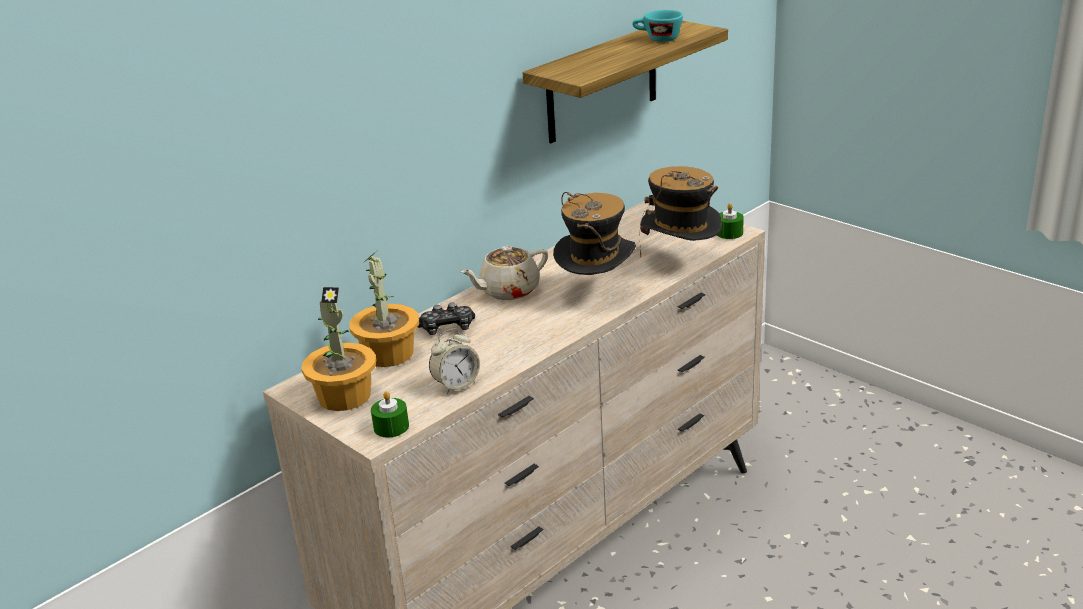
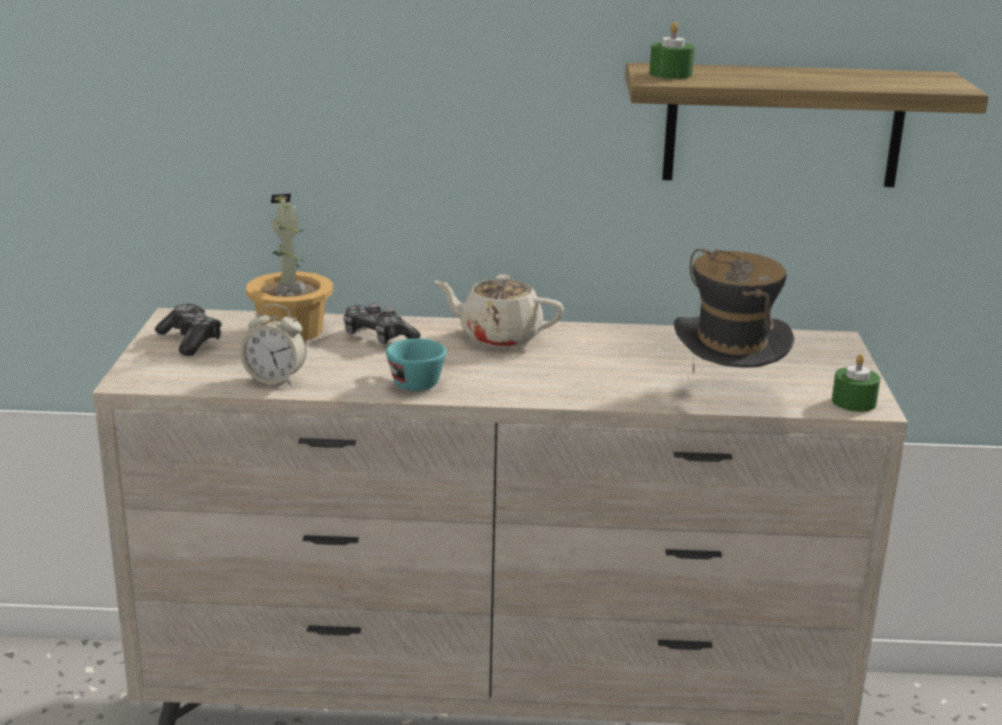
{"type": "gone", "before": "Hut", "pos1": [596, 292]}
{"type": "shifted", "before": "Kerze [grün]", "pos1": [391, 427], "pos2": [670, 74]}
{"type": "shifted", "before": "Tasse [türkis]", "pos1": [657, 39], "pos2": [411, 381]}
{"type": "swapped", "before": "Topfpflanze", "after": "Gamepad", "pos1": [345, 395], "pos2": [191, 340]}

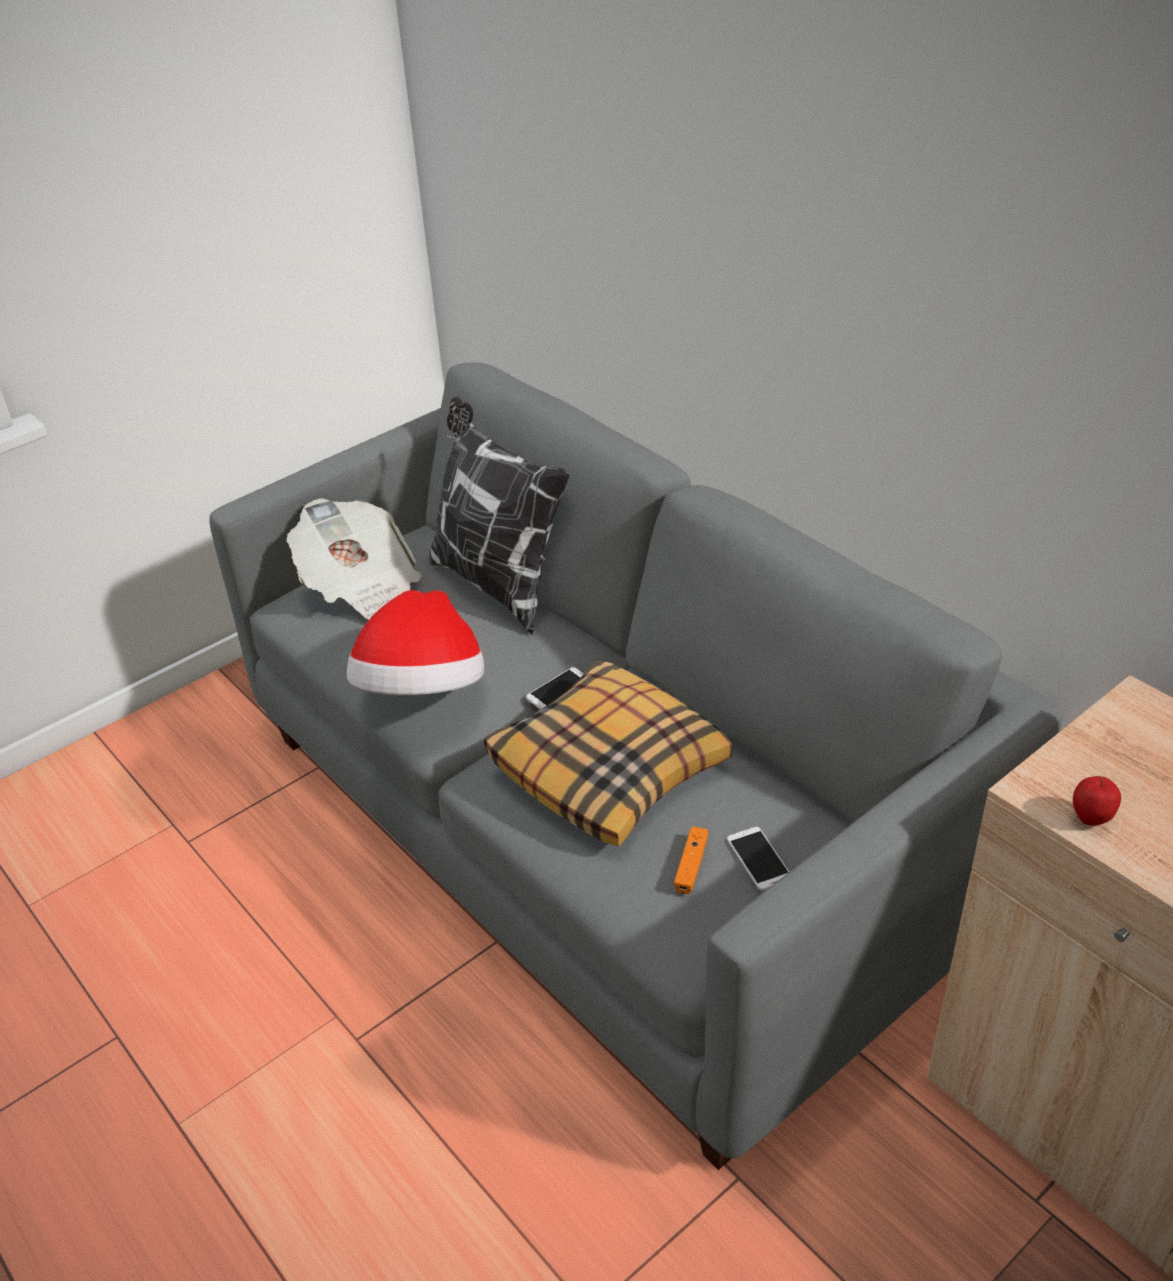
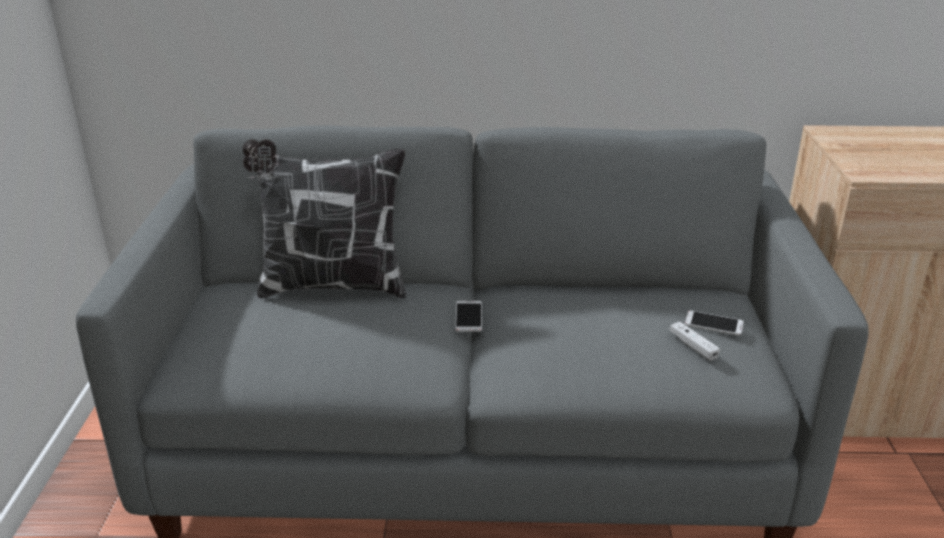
{"type": "gone", "before": "Zeitung", "pos1": [360, 586]}
{"type": "gone", "before": "Hut", "pos1": [422, 692]}
{"type": "gone", "before": "Kissen", "pos1": [610, 768]}
{"type": "gone", "before": "Apfel", "pos1": [1090, 820]}
{"type": "repainted", "before": "Gamepad [orange]", "after": "Gamepad [weiß]", "pos1": [691, 865], "pos2": [693, 346]}

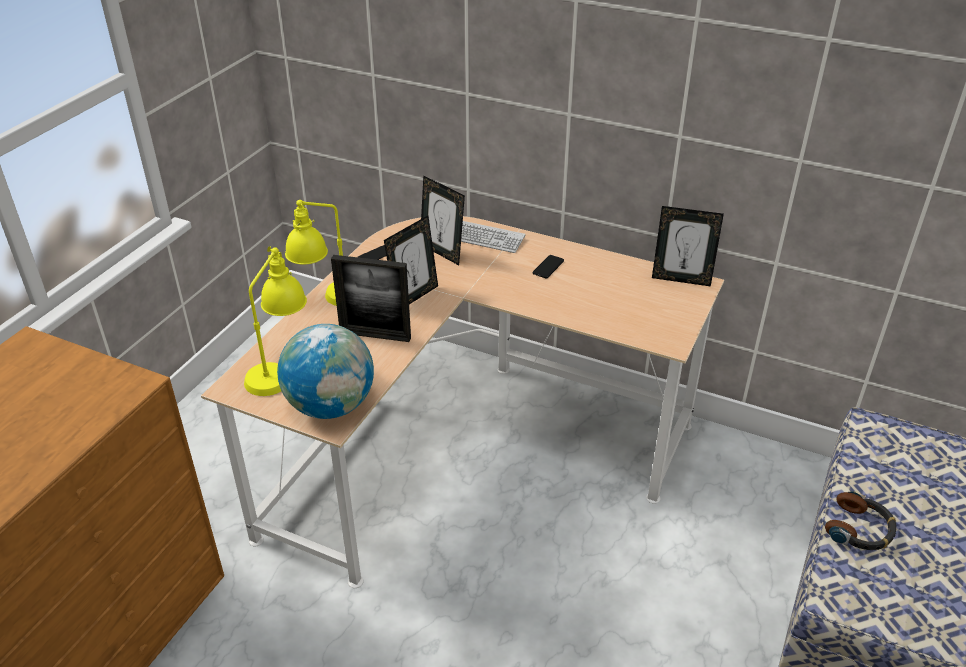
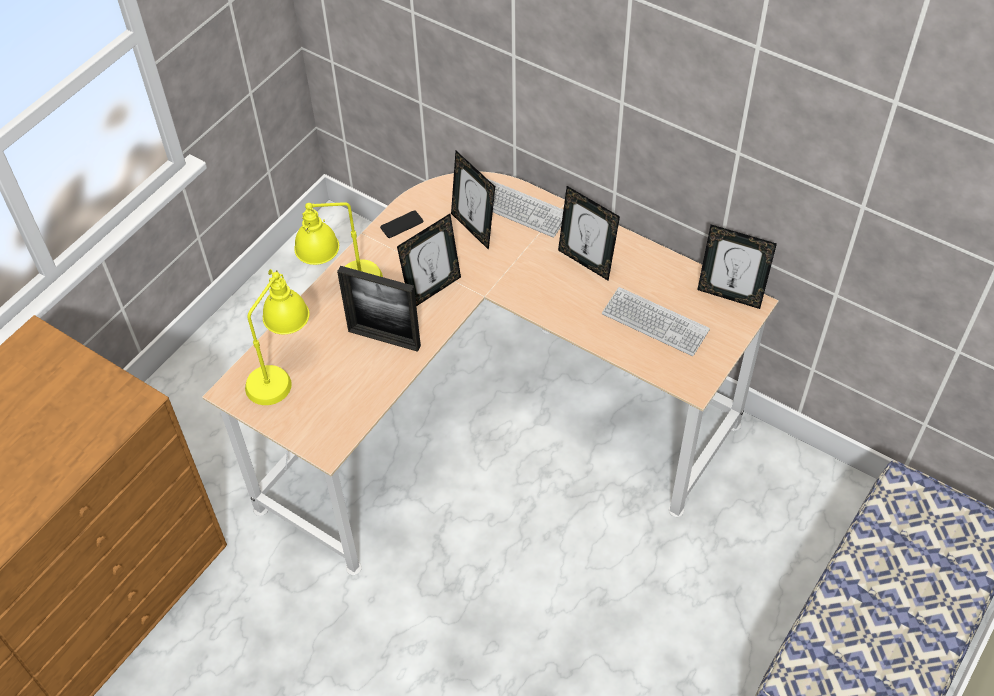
{"type": "gone", "before": "Globus", "pos1": [331, 406]}
{"type": "gone", "before": "Kopfhörer", "pos1": [860, 529]}
{"type": "new", "after": "Tastatur", "pos2": [655, 323]}
{"type": "swapped", "before": "Handy", "after": "Bilderrahmen", "pos1": [548, 267], "pos2": [586, 262]}

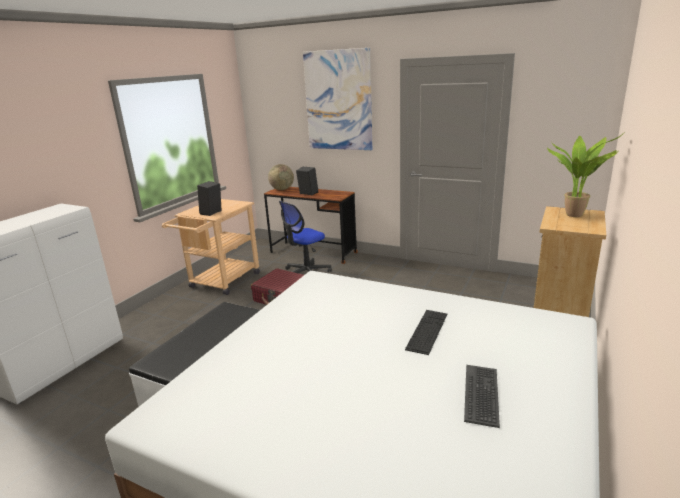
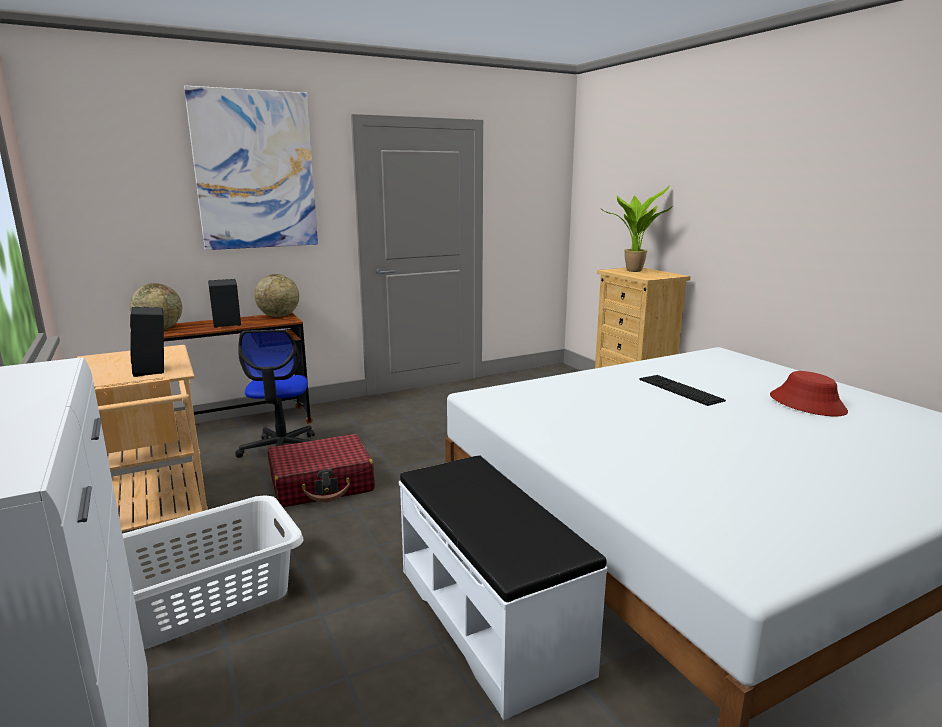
{"type": "new", "after": "Wäschekorb [weiß]", "pos2": [206, 598]}
{"type": "new", "after": "Globus", "pos2": [279, 316]}
{"type": "swapped", "before": "Tastatur", "after": "Hut [rot]", "pos1": [482, 395], "pos2": [807, 404]}

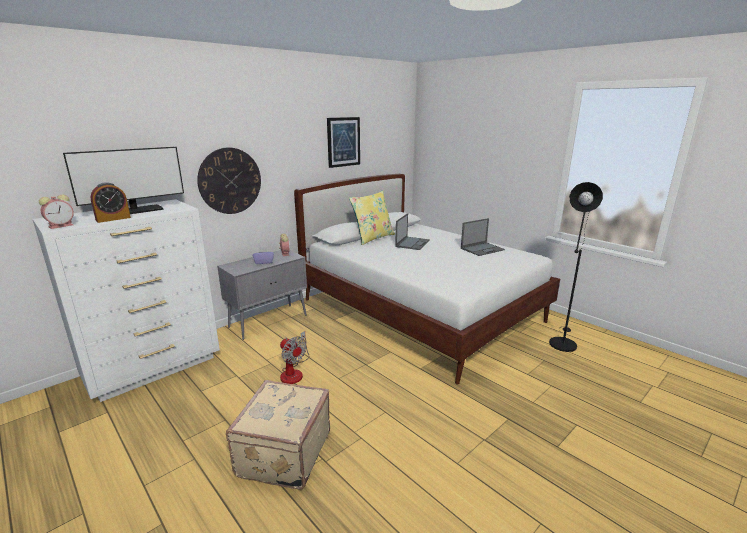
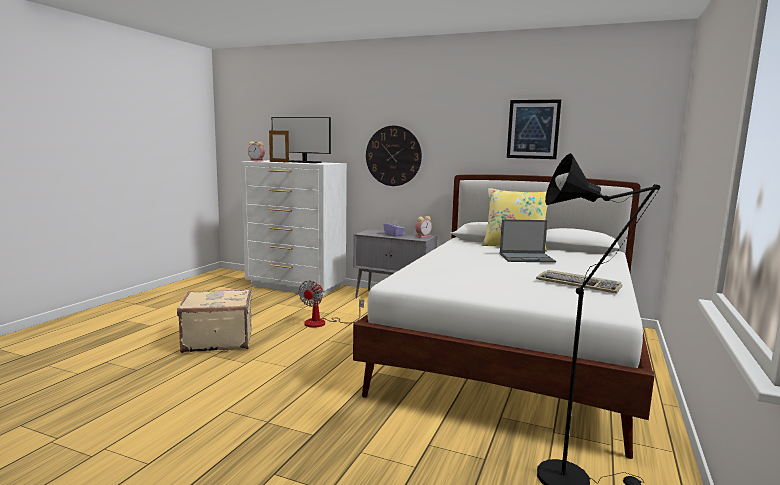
{"type": "swapped", "before": "Wecker", "after": "Bilderrahmen", "pos1": [113, 219], "pos2": [279, 162]}
{"type": "swapped", "before": "Laptop", "after": "Tastatur", "pos1": [482, 249], "pos2": [579, 284]}

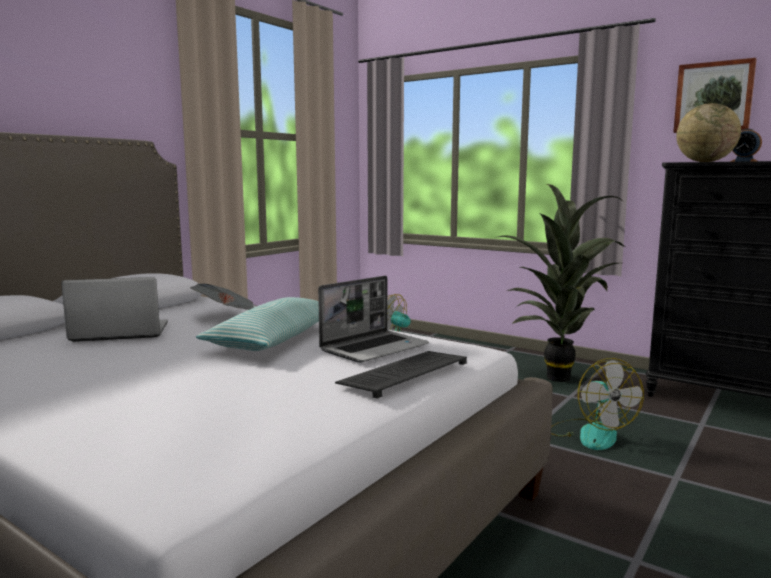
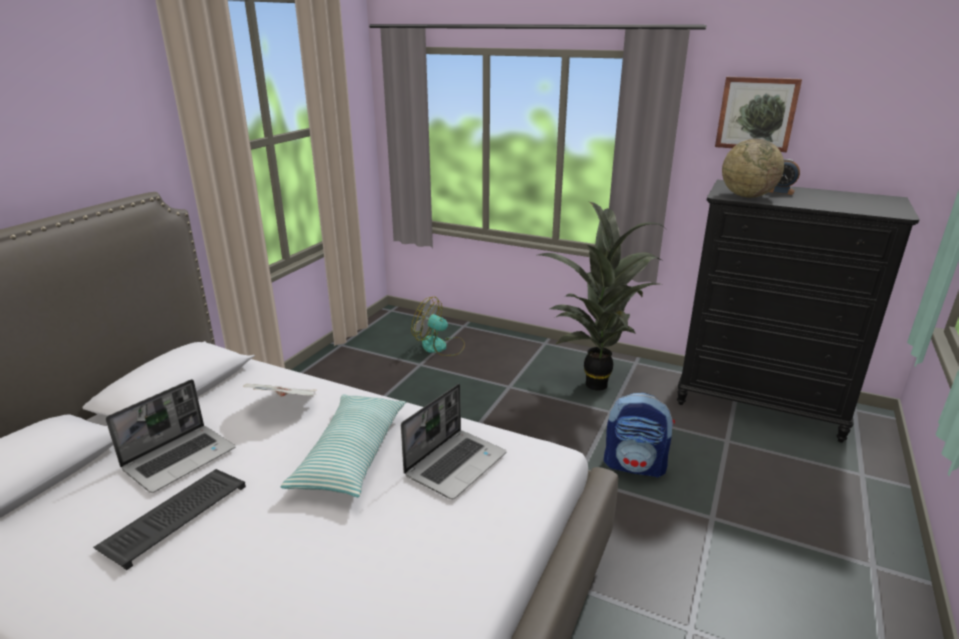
{"type": "shifted", "before": "Tastatur", "pos1": [404, 374], "pos2": [175, 515]}
{"type": "swapped", "before": "Ventilator", "after": "Rucksack", "pos1": [590, 434], "pos2": [635, 465]}
{"type": "rotated", "before": "Laptop", "pos1": [119, 333], "pos2": [180, 458], "turn": 150}

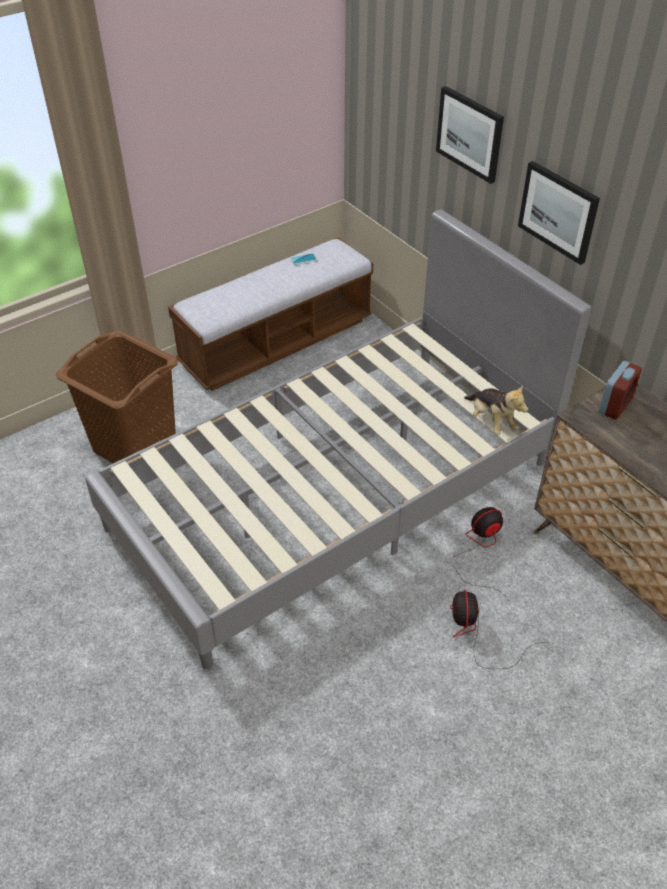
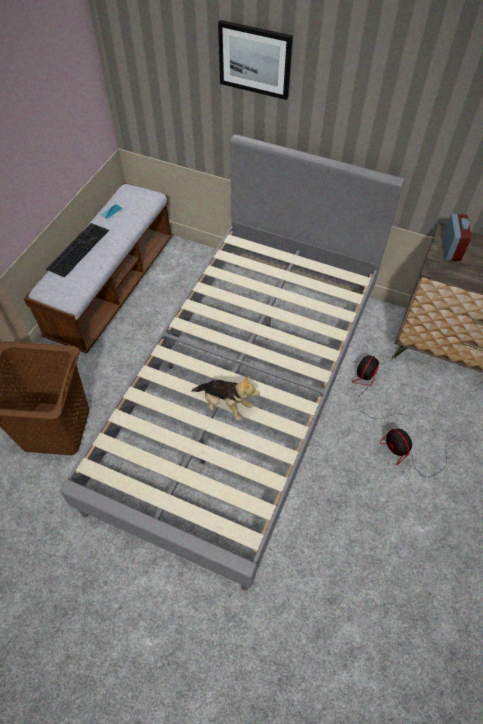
{"type": "gone", "before": "Bild", "pos1": [558, 211]}
{"type": "new", "after": "Tastatur", "pos2": [77, 248]}
{"type": "shifted", "before": "Plüschtier", "pos1": [491, 421], "pos2": [225, 404]}

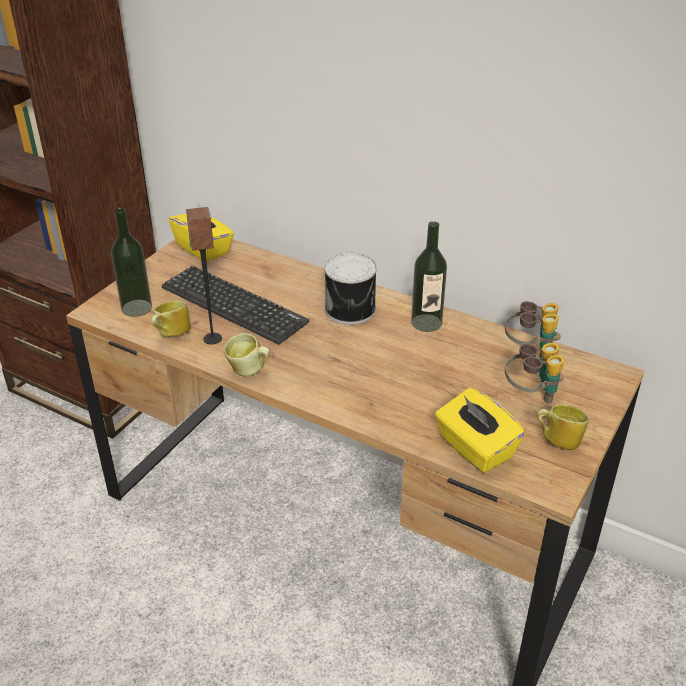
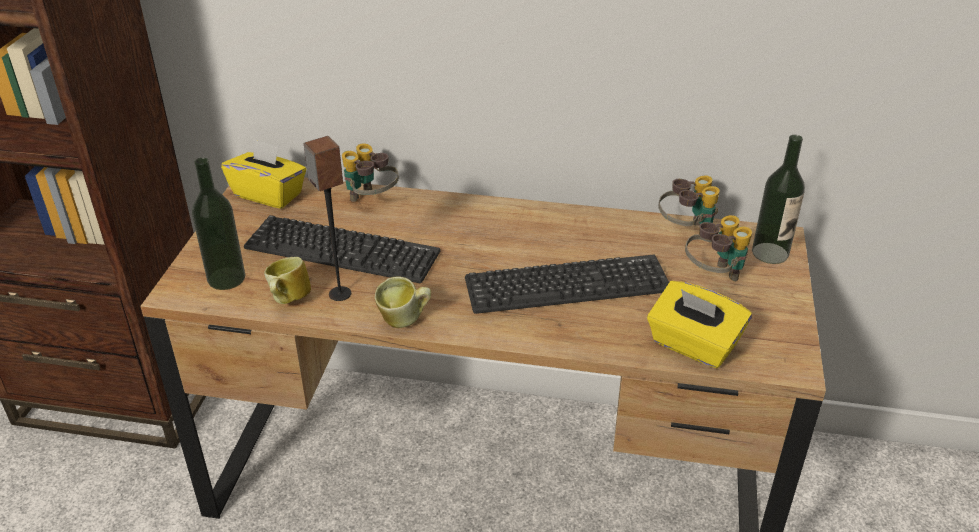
{"type": "gone", "before": "Dose", "pos1": [351, 309]}
{"type": "gone", "before": "Henkelbecher", "pos1": [557, 441]}
{"type": "new", "after": "Fernglas", "pos2": [371, 201]}
{"type": "new", "after": "Tastatur", "pos2": [567, 285]}
{"type": "shifted", "before": "Flasche", "pos1": [426, 323], "pos2": [770, 253]}

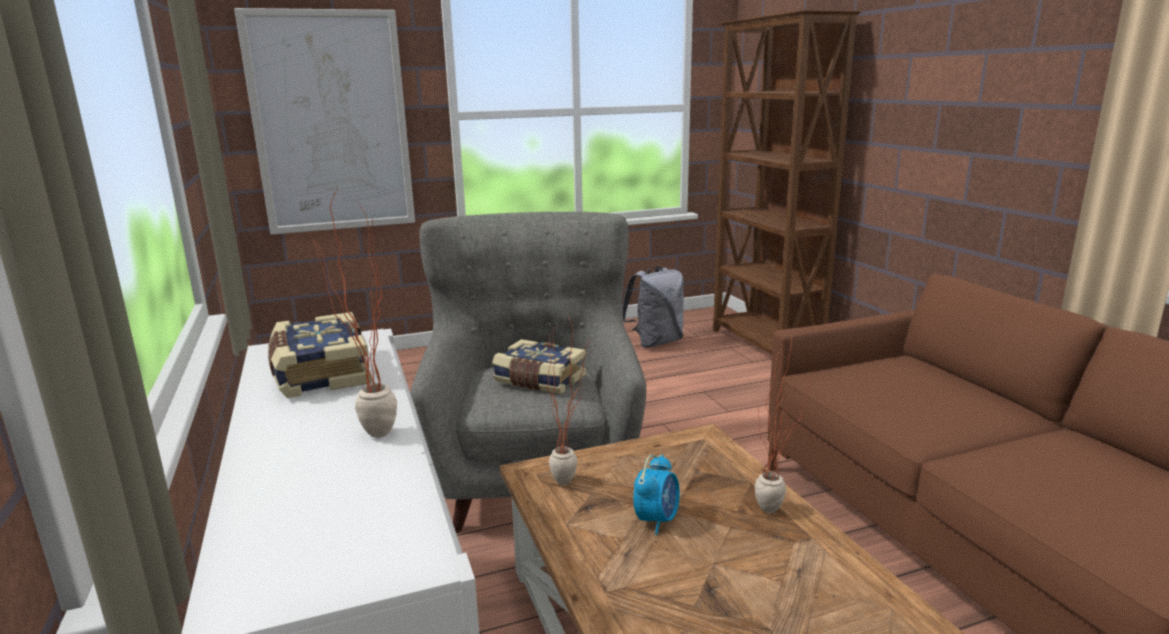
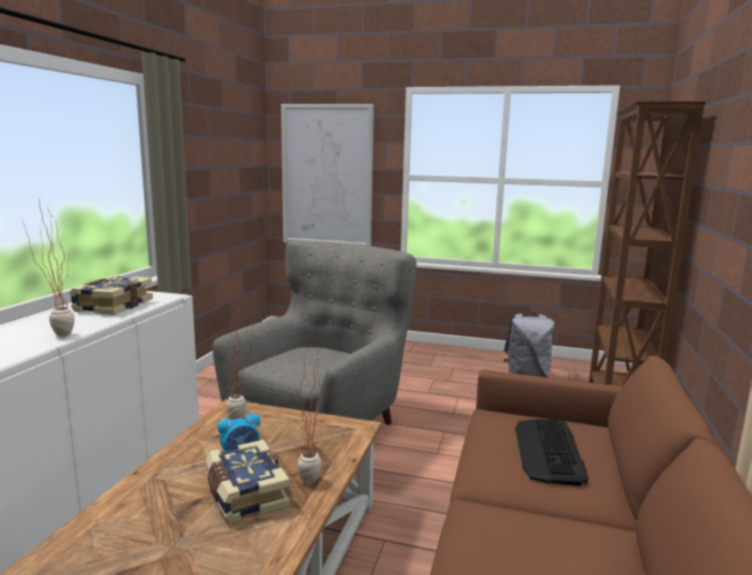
{"type": "new", "after": "Tastatur", "pos2": [548, 451]}
{"type": "shifted", "before": "Buch", "pos1": [539, 380], "pos2": [245, 494]}

